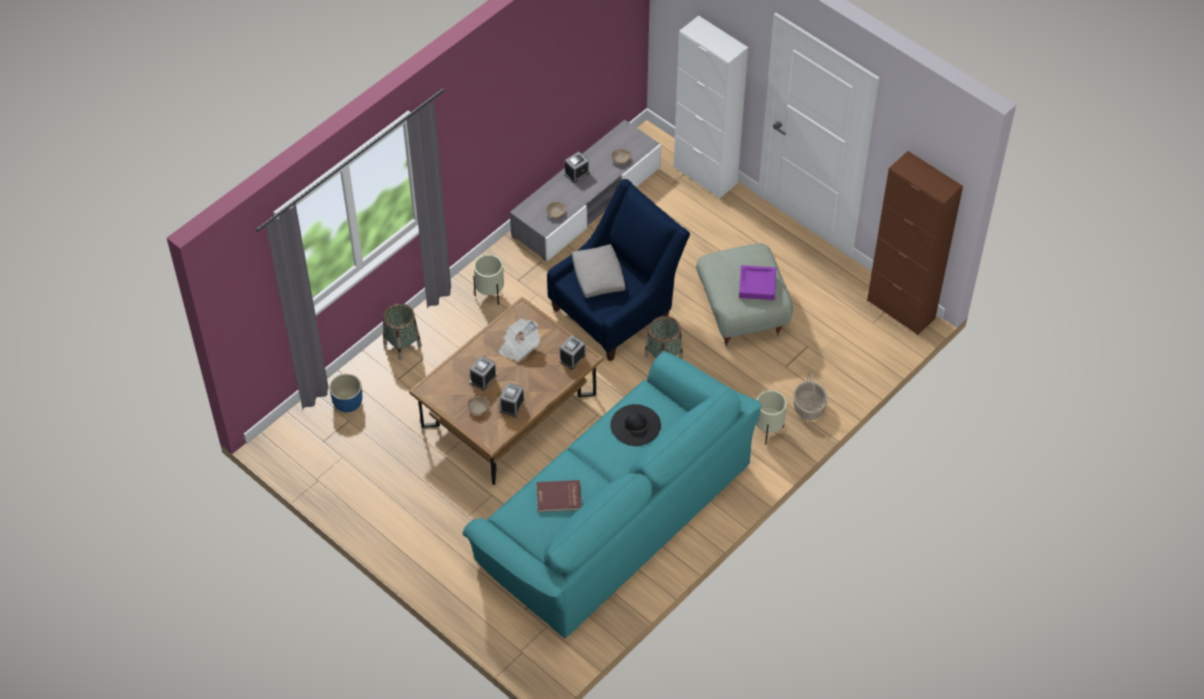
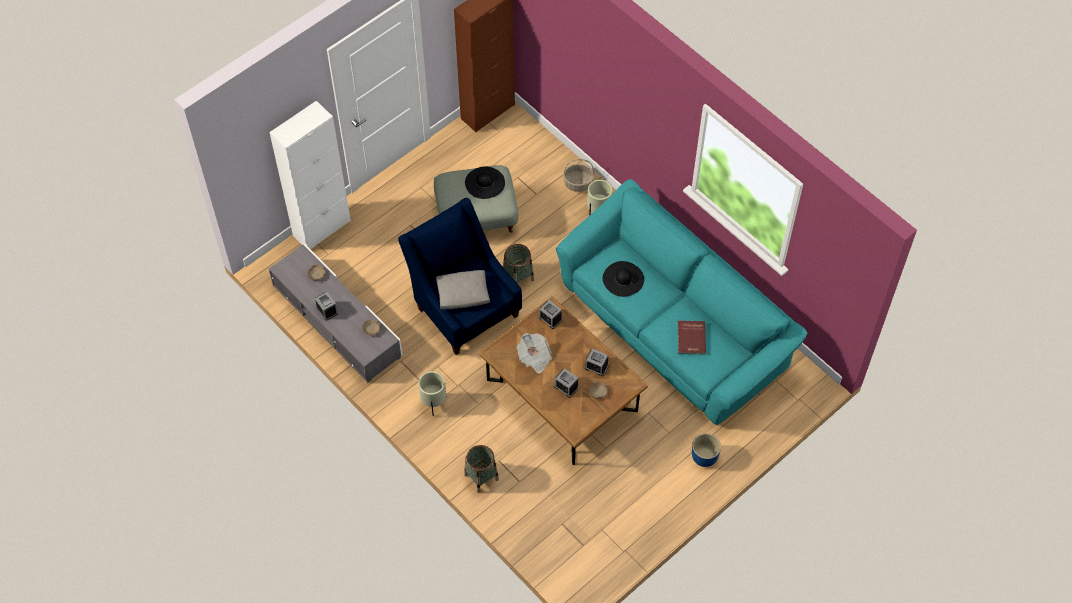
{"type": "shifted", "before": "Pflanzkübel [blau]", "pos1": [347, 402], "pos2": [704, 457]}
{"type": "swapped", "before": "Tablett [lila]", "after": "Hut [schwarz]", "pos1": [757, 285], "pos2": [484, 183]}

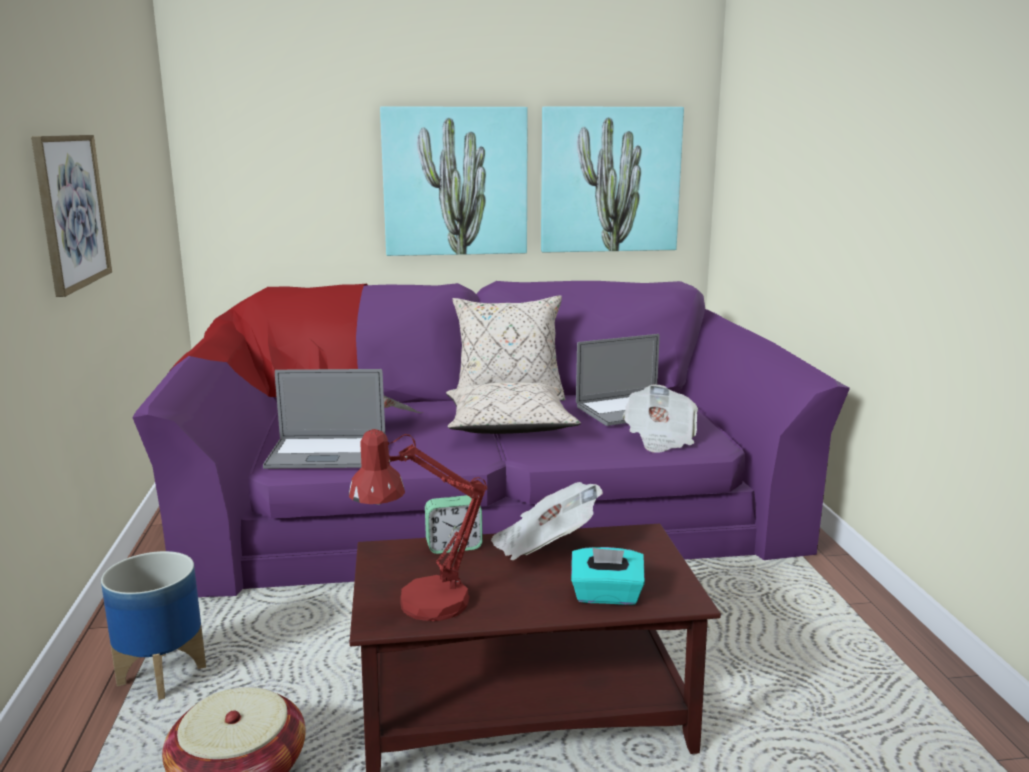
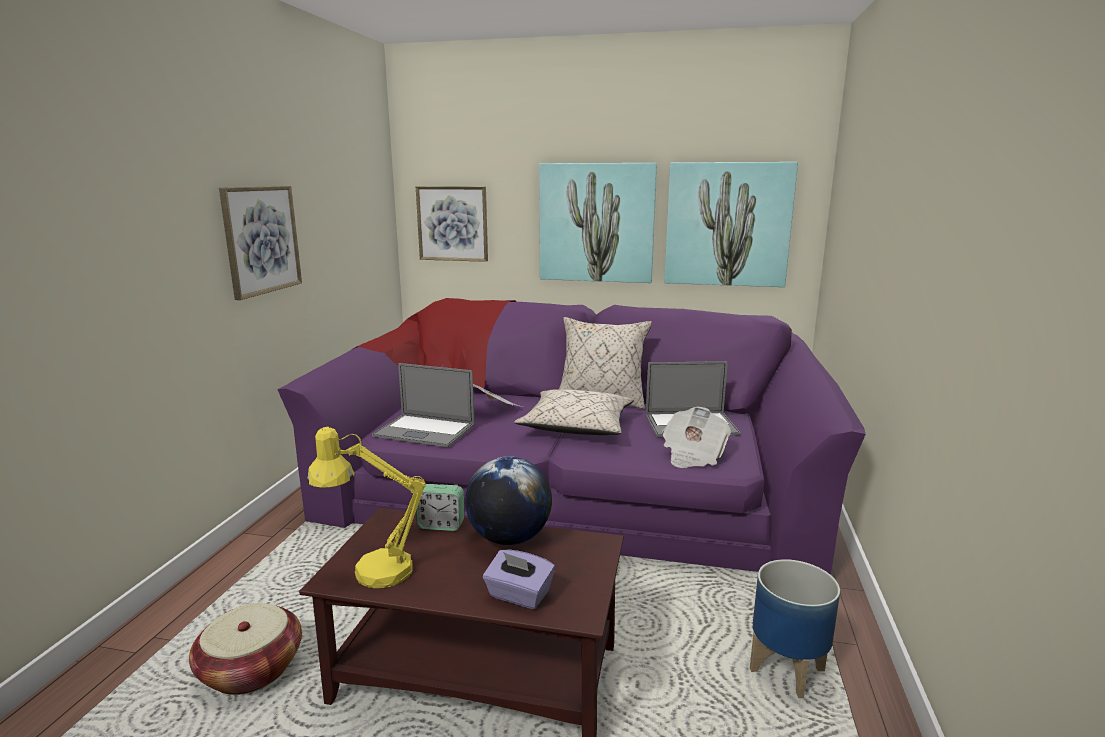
{"type": "new", "after": "Bild", "pos2": [452, 223]}
{"type": "shifted", "before": "Pflanzkübel", "pos1": [163, 675], "pos2": [788, 671]}
{"type": "swapped", "before": "Zeitung", "after": "Globus", "pos1": [544, 546], "pos2": [509, 538]}
{"type": "repainted", "before": "Tischlampe [rot]", "after": "Tischlampe [gelb]", "pos1": [419, 605], "pos2": [371, 571]}
{"type": "repainted", "before": "Taschentuchbox [türkis]", "after": "Taschentuchbox [lila]", "pos1": [606, 596], "pos2": [518, 595]}

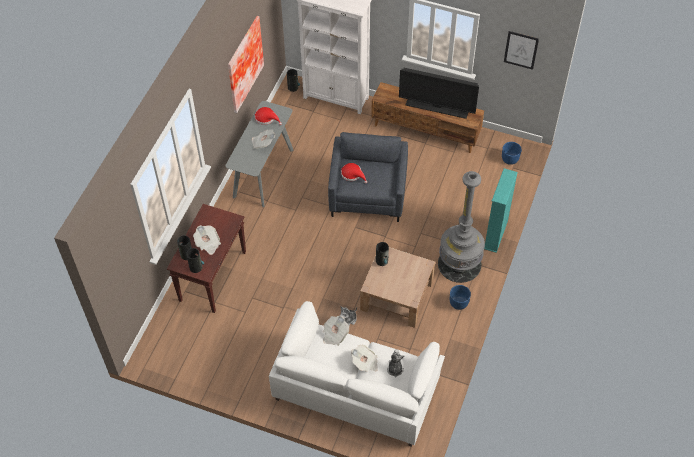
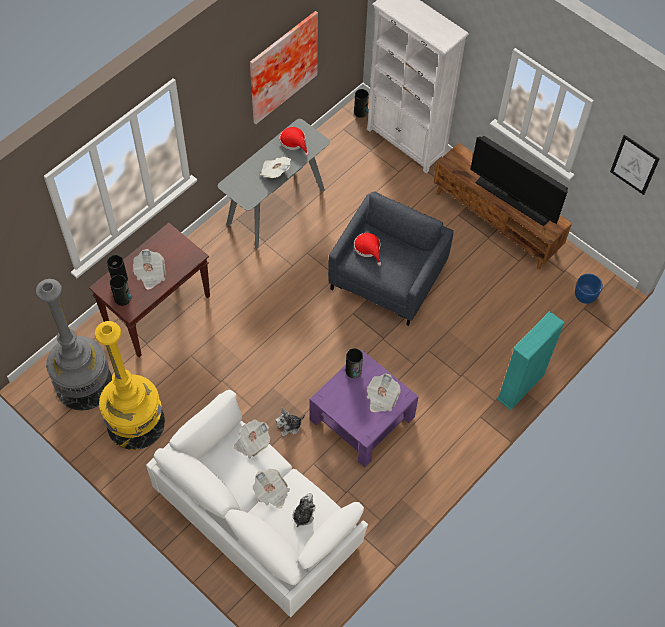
{"type": "gone", "before": "Pflanzkübel [blau]", "pos1": [458, 302]}
{"type": "new", "after": "Stehlampe [gelb]", "pos2": [135, 422]}
{"type": "new", "after": "Zeitung", "pos2": [381, 398]}
{"type": "shifted", "before": "Stehlampe [grau]", "pos1": [459, 264], "pos2": [84, 384]}
{"type": "repainted", "before": "Couchtisch [braun]", "after": "Couchtisch [lila]", "pos1": [396, 295], "pos2": [362, 418]}

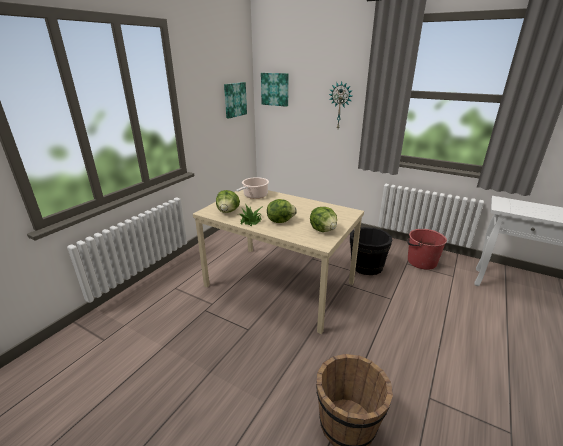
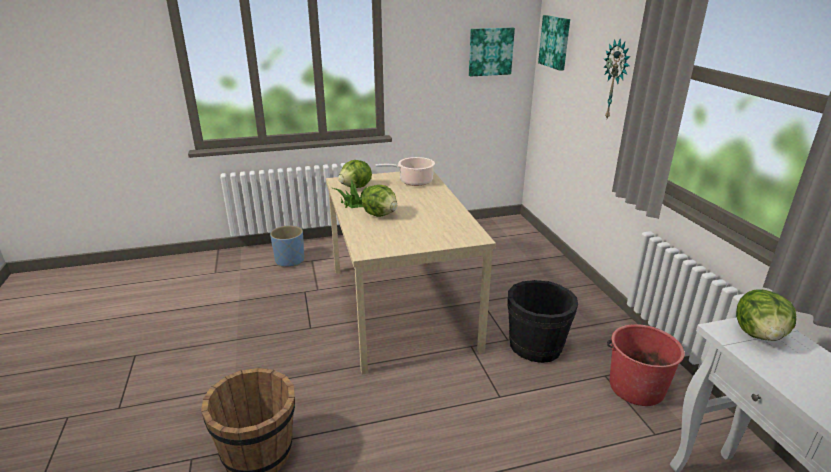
{"type": "new", "after": "Pflanzkübel [blau]", "pos2": [289, 260]}
{"type": "shifted", "before": "Salatkopf", "pos1": [323, 230], "pos2": [759, 334]}

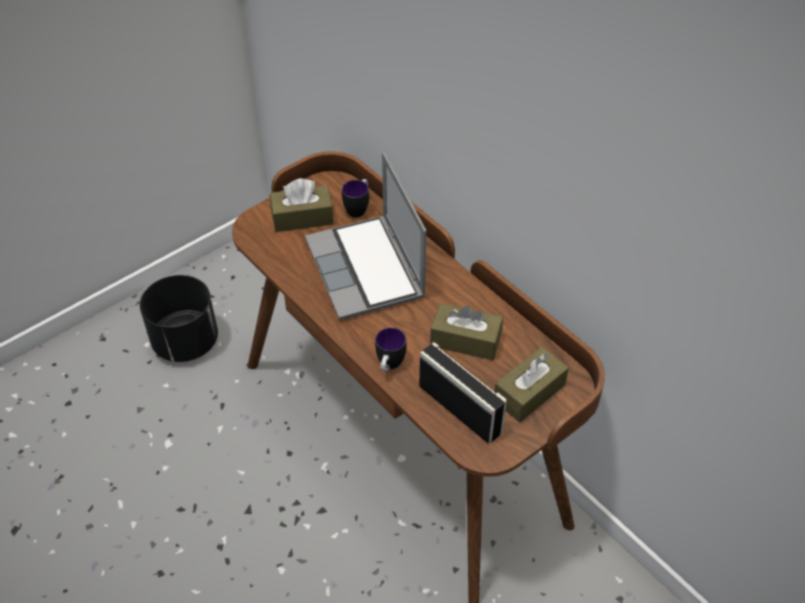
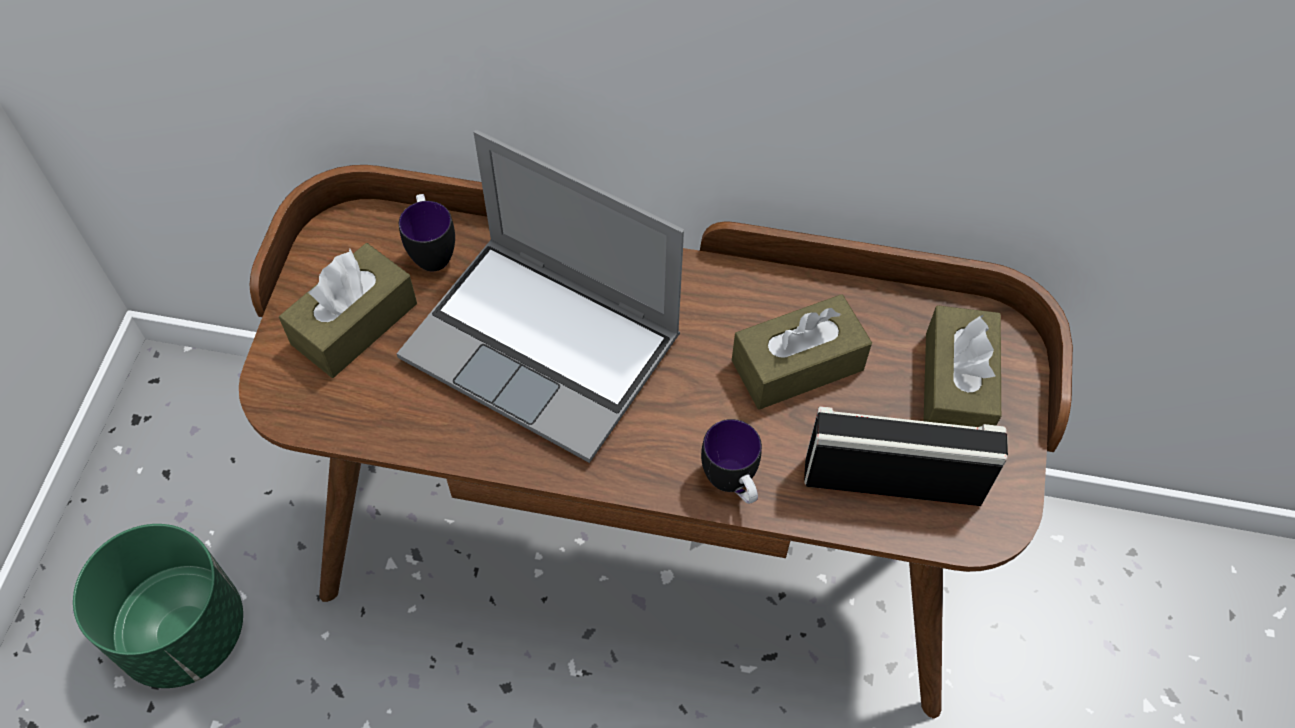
{"type": "repainted", "before": "Pflanzkübel [schwarz]", "after": "Pflanzkübel [grün]", "pos1": [185, 342], "pos2": [183, 631]}

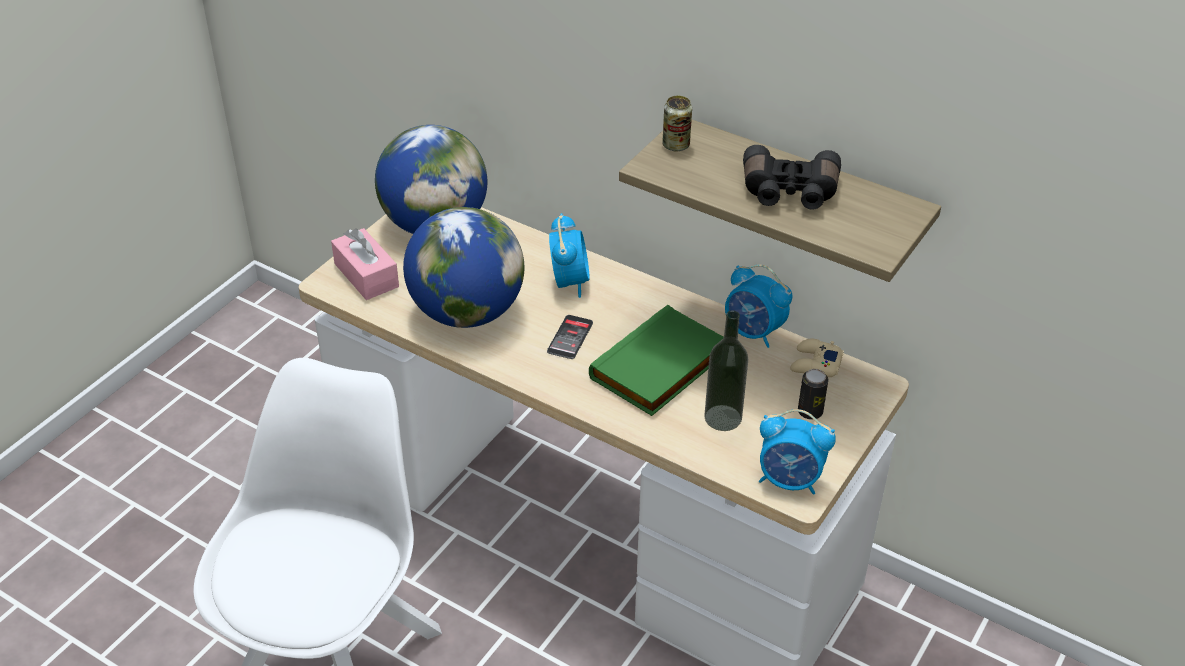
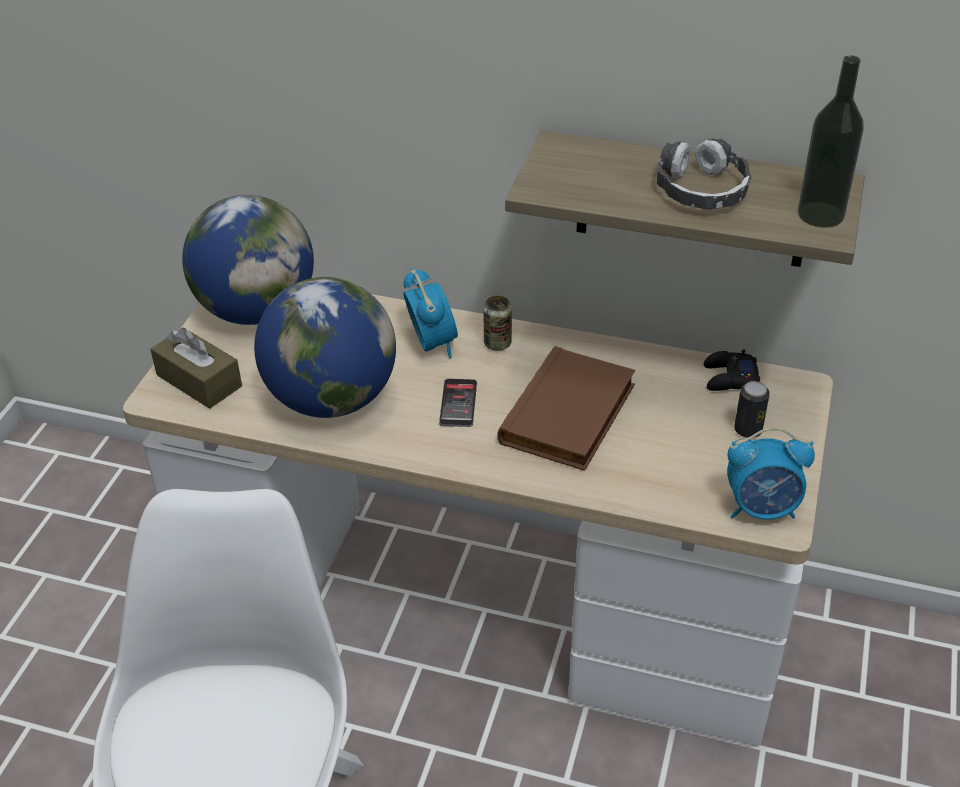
{"type": "gone", "before": "Wecker", "pos1": [753, 332]}
{"type": "shifted", "before": "Dose", "pos1": [676, 145], "pos2": [497, 343]}
{"type": "shifted", "before": "Flasche", "pos1": [723, 418], "pos2": [820, 214]}
{"type": "swapped", "before": "Fernglas [schwarz]", "after": "Kopfhörer", "pos1": [789, 192], "pos2": [701, 189]}
{"type": "repainted", "before": "Taschentuchbox [rosa]", "after": "Taschentuchbox [braun]", "pos1": [366, 275], "pos2": [199, 381]}
{"type": "repainted", "before": "Buch [grün]", "after": "Buch [braun]", "pos1": [660, 367], "pos2": [570, 416]}
{"type": "repainted", "before": "Gamepad [beige]", "after": "Gamepad [schwarz]", "pos1": [815, 364], "pos2": [729, 378]}

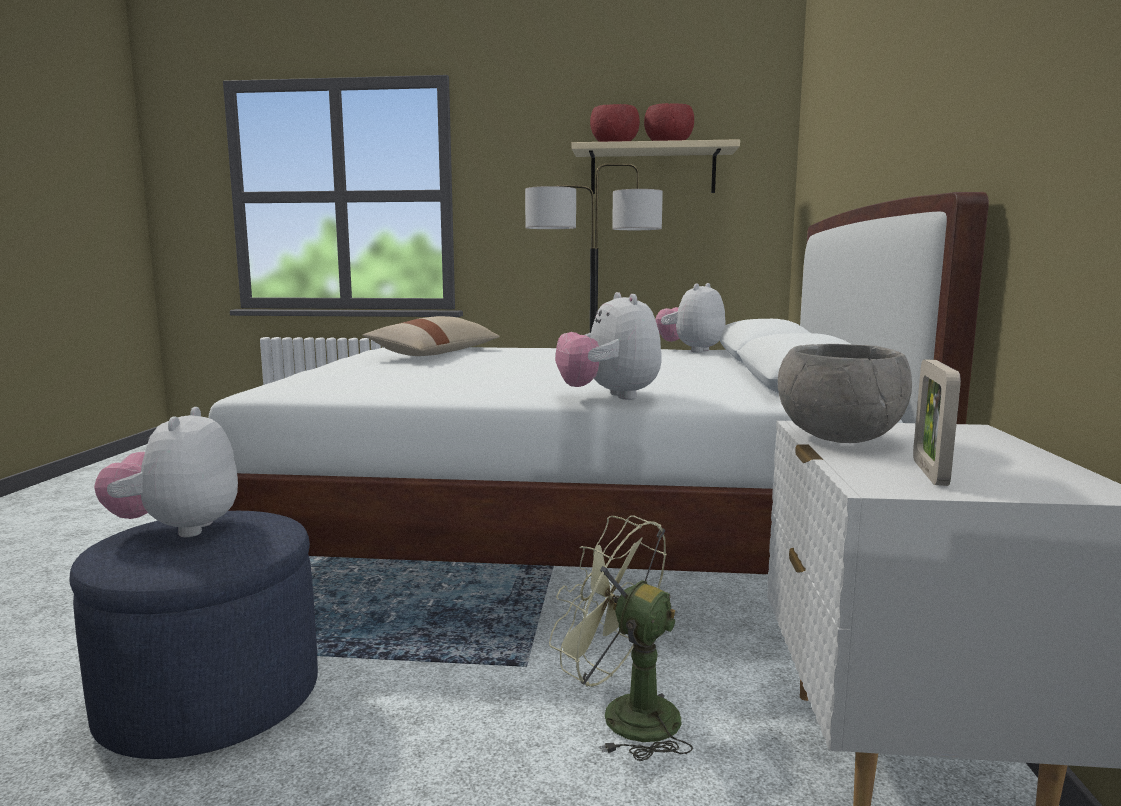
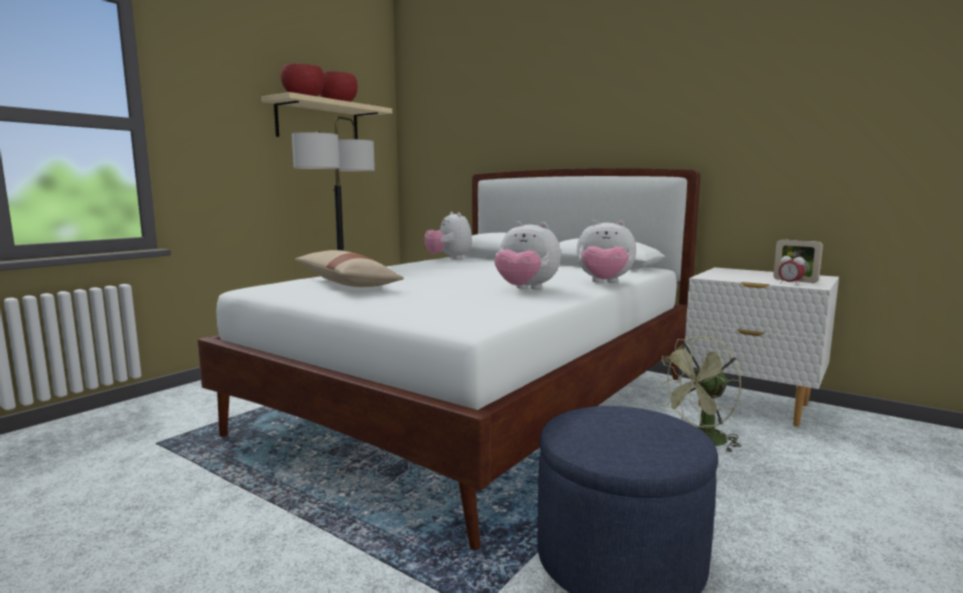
{"type": "gone", "before": "Schüssel [grau]", "pos1": [838, 439]}
{"type": "new", "after": "Wecker", "pos2": [790, 284]}
{"type": "shifted", "before": "Plüschtier", "pos1": [178, 529], "pos2": [525, 289]}

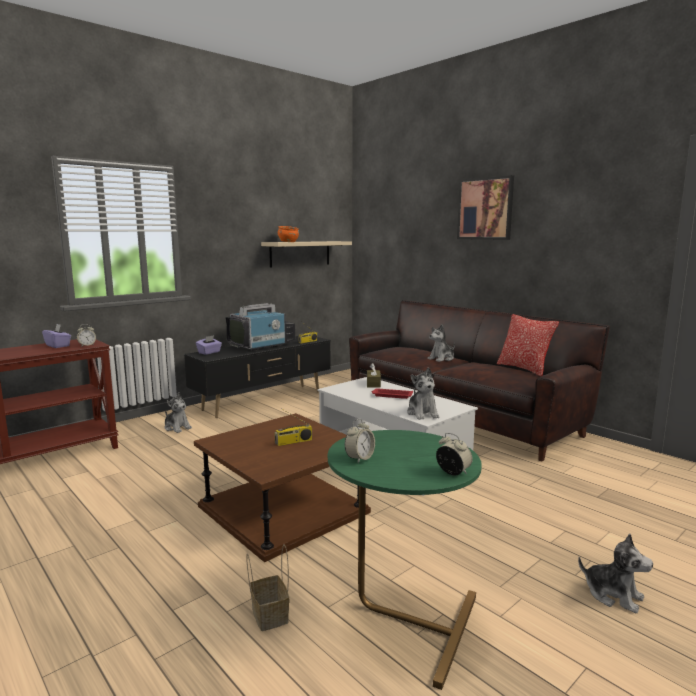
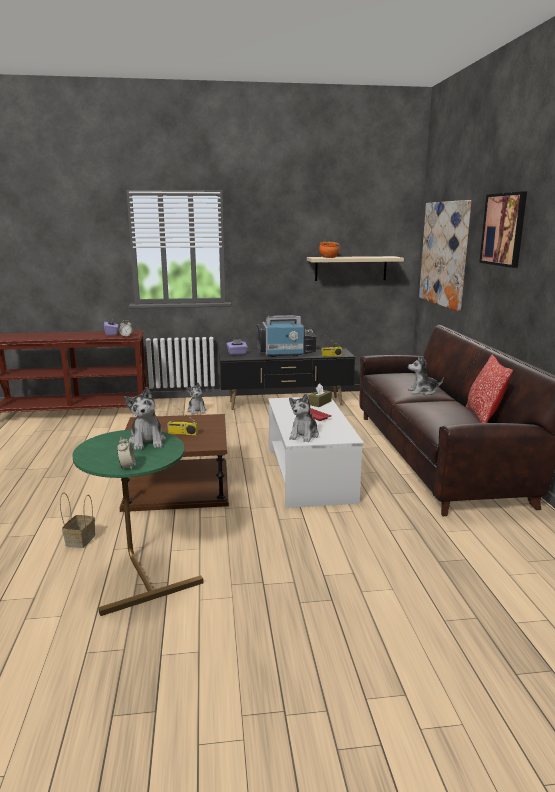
{"type": "gone", "before": "Wecker", "pos1": [359, 458]}
{"type": "new", "after": "Bild", "pos2": [444, 254]}
{"type": "shifted", "before": "Plüschtier", "pos1": [613, 595], "pos2": [147, 441]}

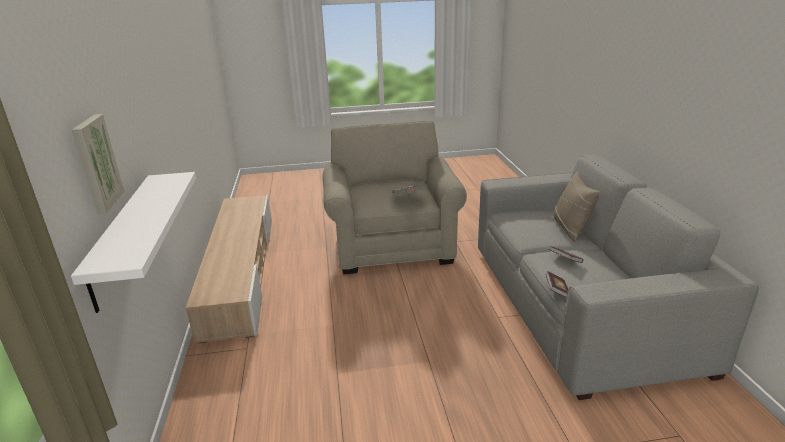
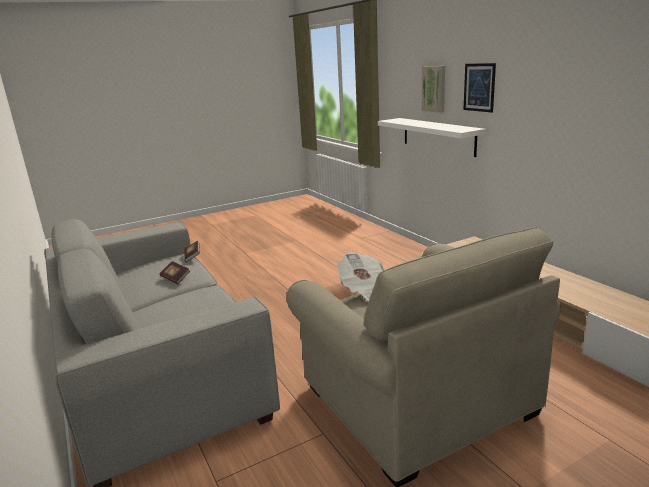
{"type": "gone", "before": "Kissen [beige]", "pos1": [571, 228]}
{"type": "new", "after": "Bild", "pos2": [479, 87]}

